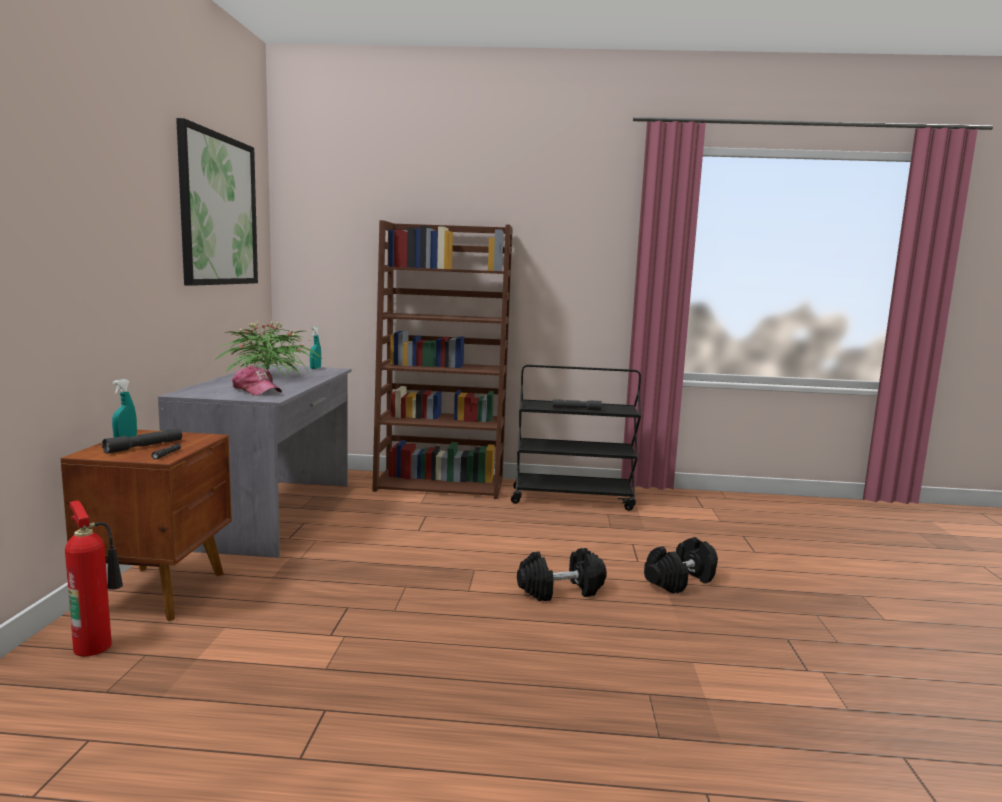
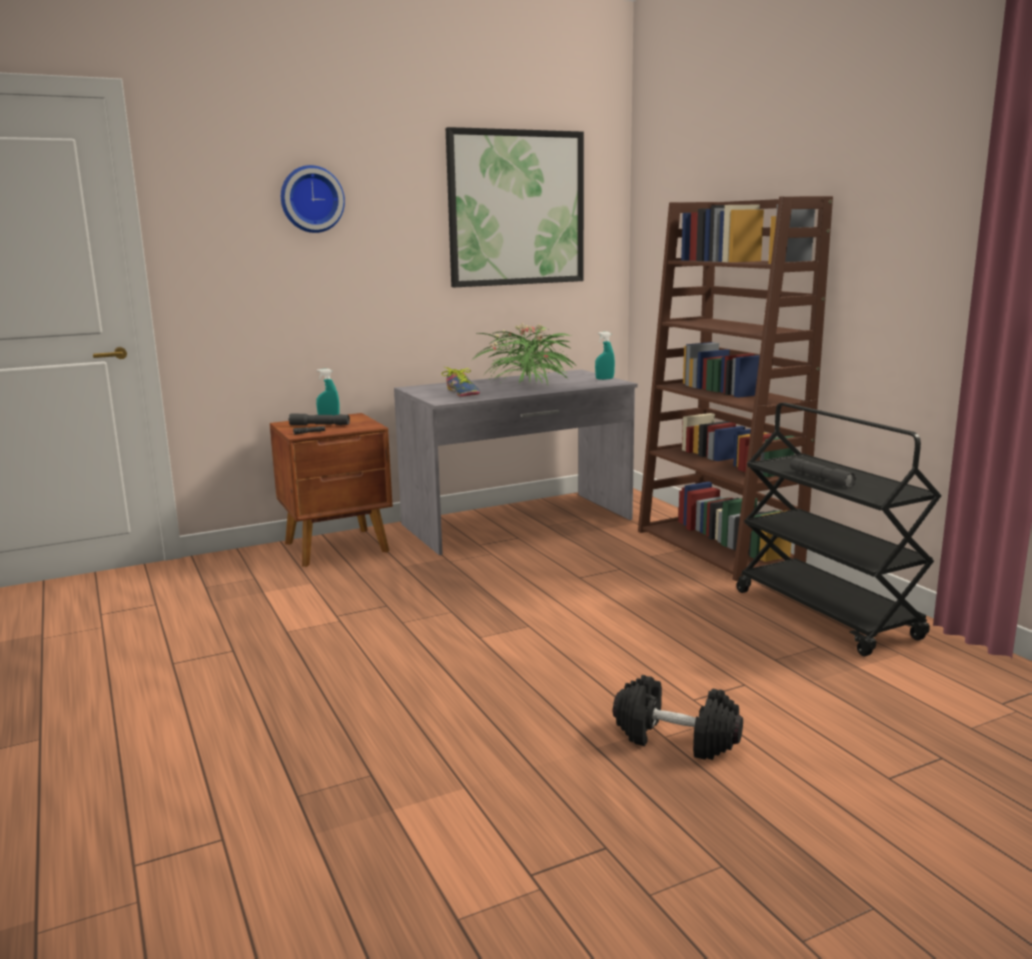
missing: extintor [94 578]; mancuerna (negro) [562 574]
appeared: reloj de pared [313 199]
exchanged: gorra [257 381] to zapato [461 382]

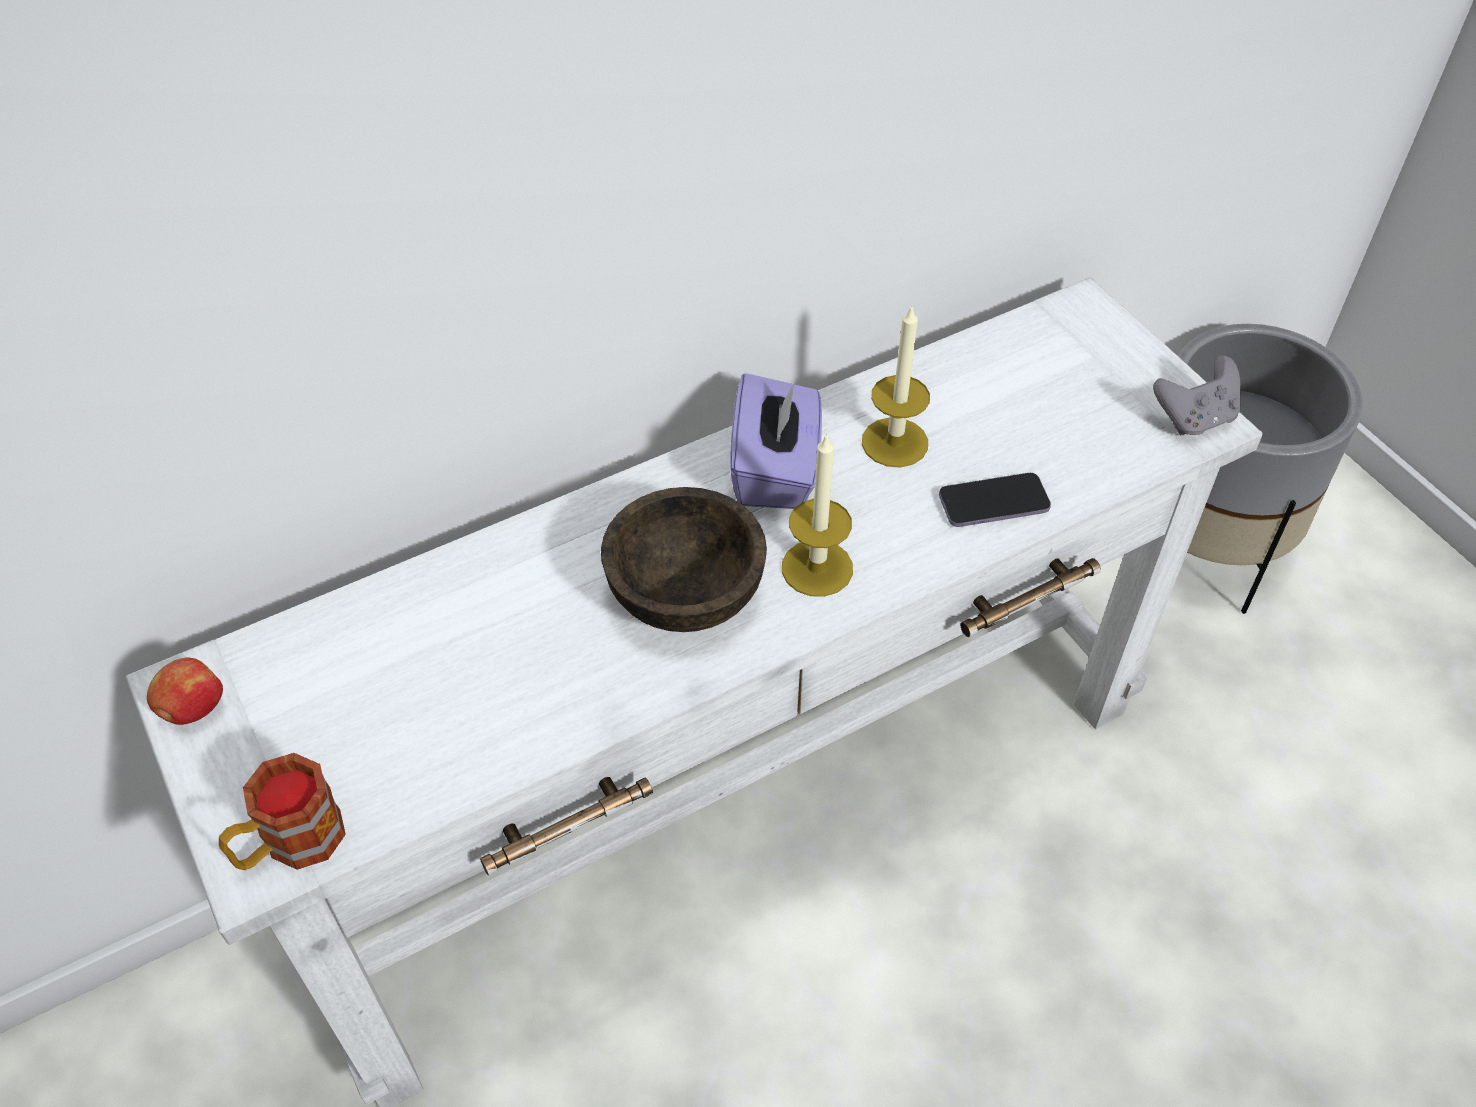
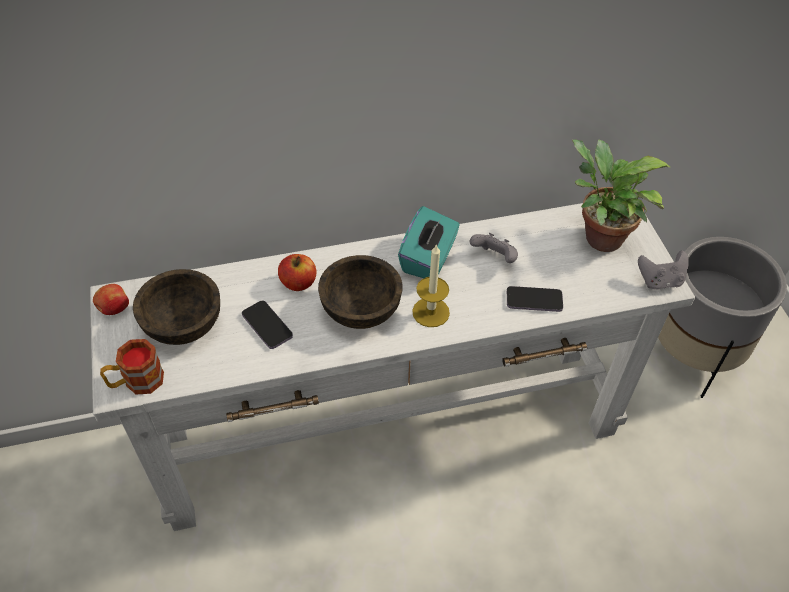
appeared: planta en maceta [621 195]; manzana [297 272]; cuenco (marrón) [176 307]; móvil [267 325]
exchanged: vela [896 386] to mando de consola (gris) [494 248]
colour: caja de pañuelos (morado) [776 441] to caja de pañuelos (turquesa) [428 242]

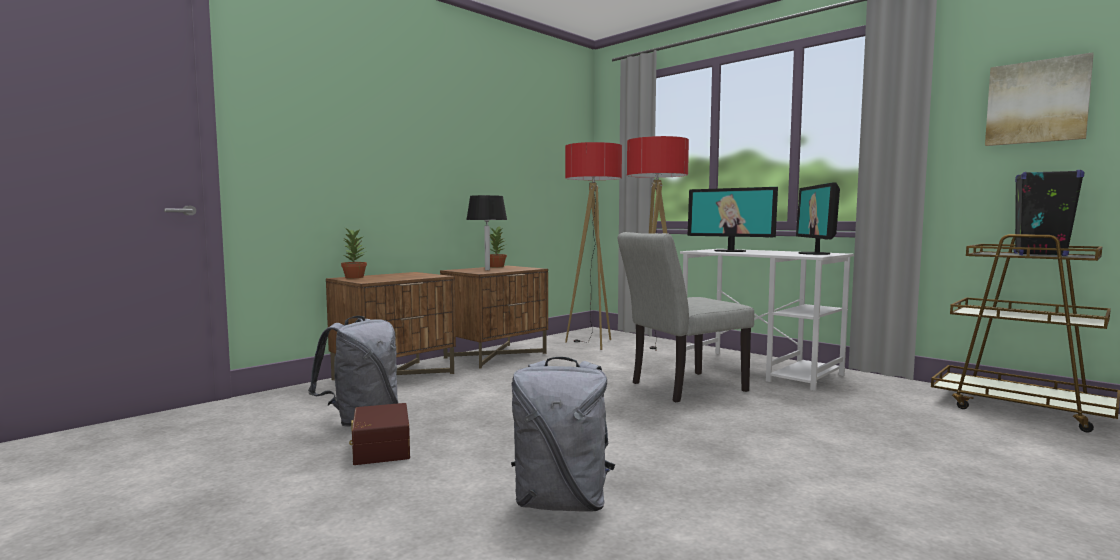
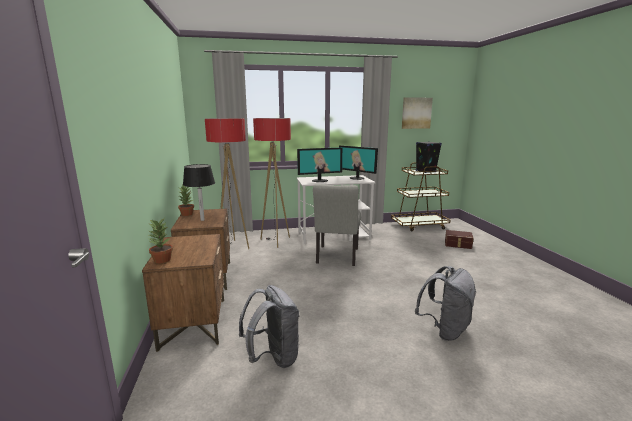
relocated: caja de almacenaje (marrón) [379 434] to [459 239]

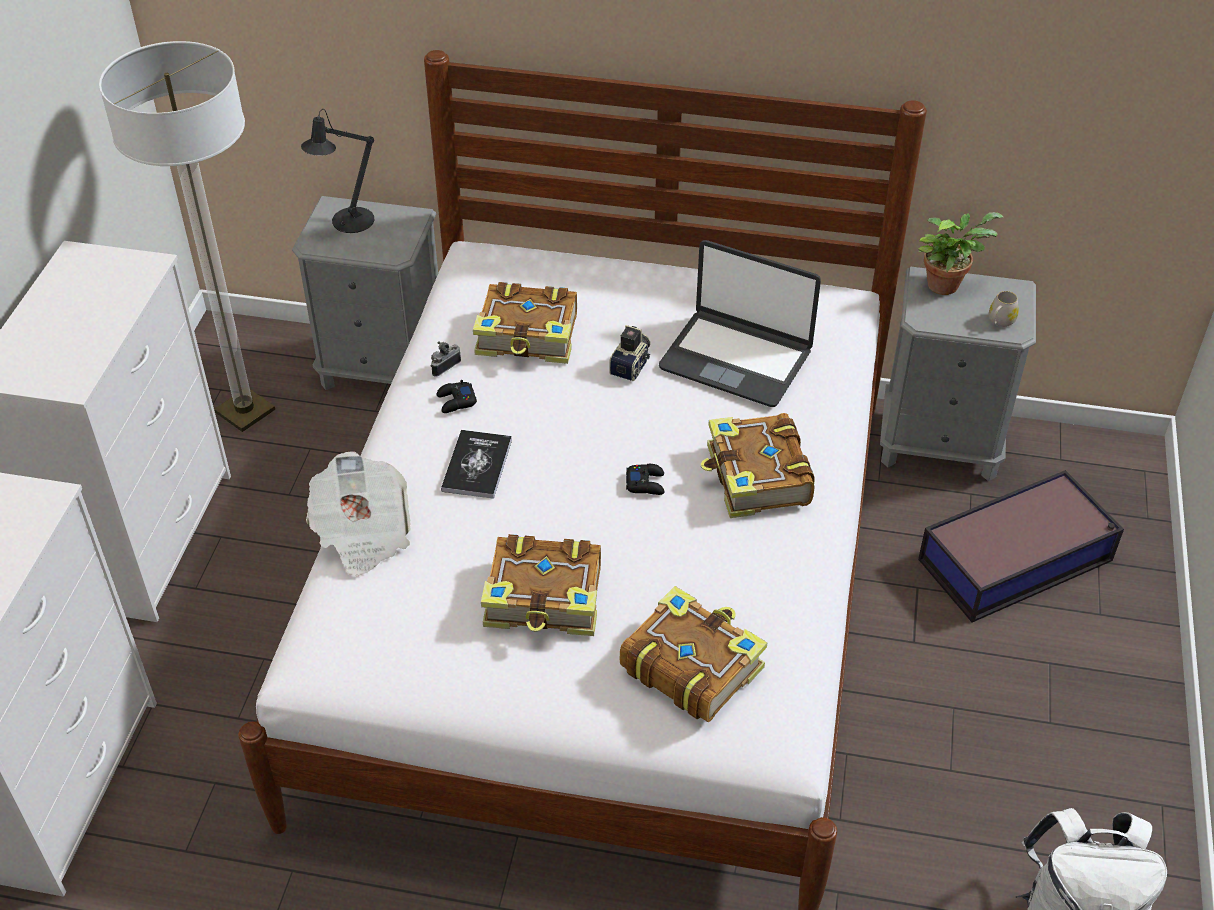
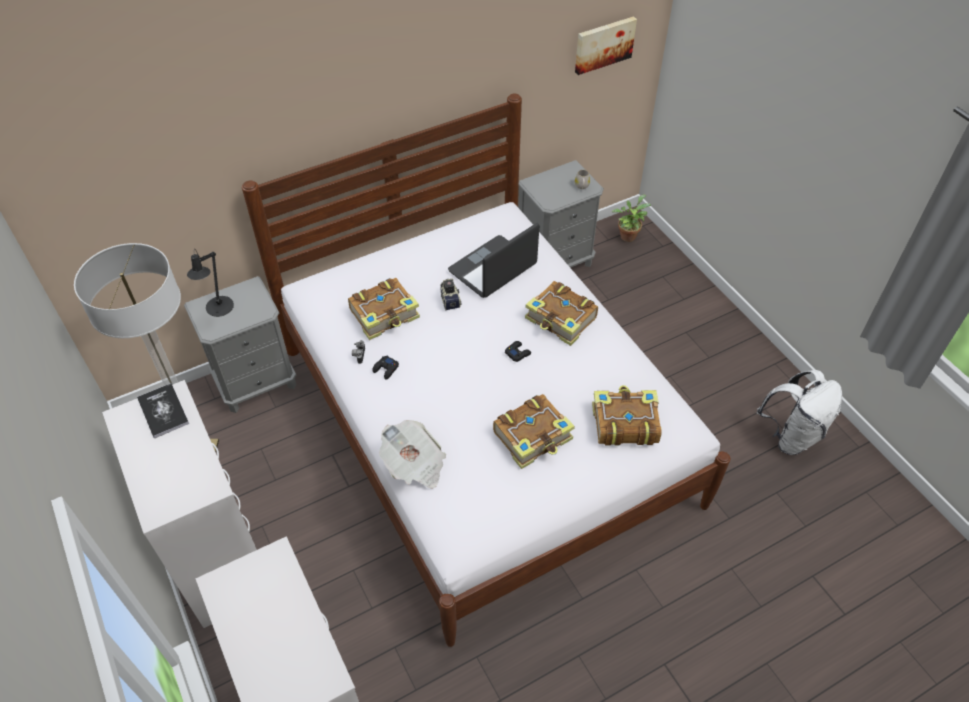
missing: caja de almacenaje [1021 546]
appeared: cuadro [606 45]
relocated: planta en maceta [960 253] to [631 218]; libro [476 464] to [163 411]
spun: portátil [740 323] = [493 260] 150 degrees clockwise

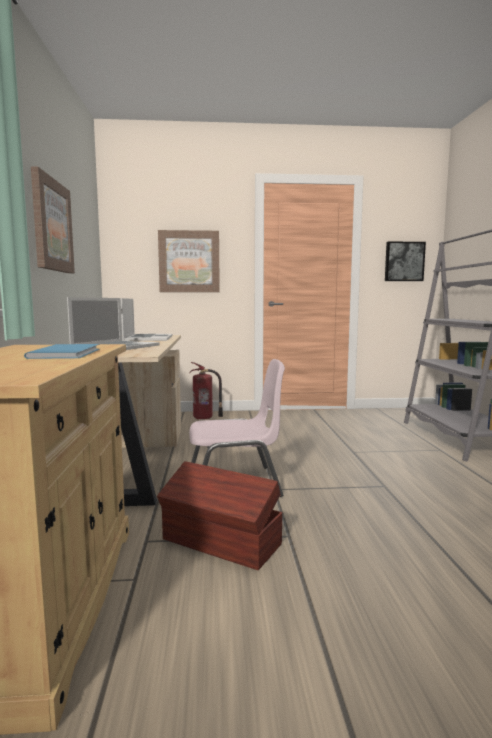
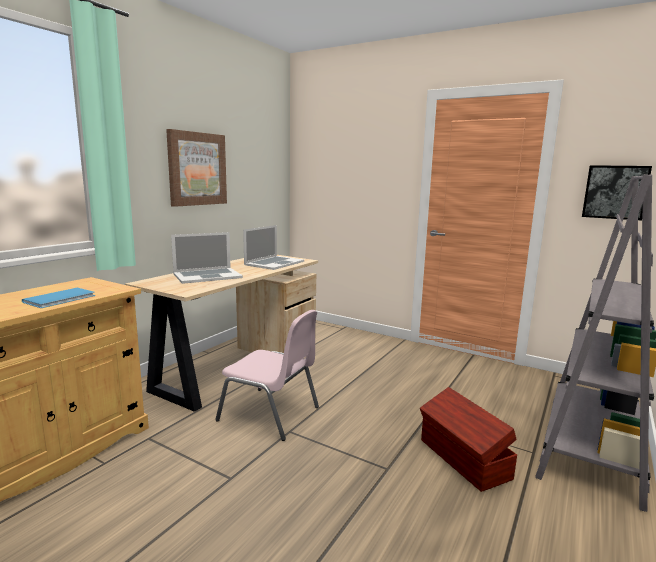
missing: cuadro [189 261]; extintor [206 390]
relocated: caja de almacenaje (marrón) [220 515] to [468 439]

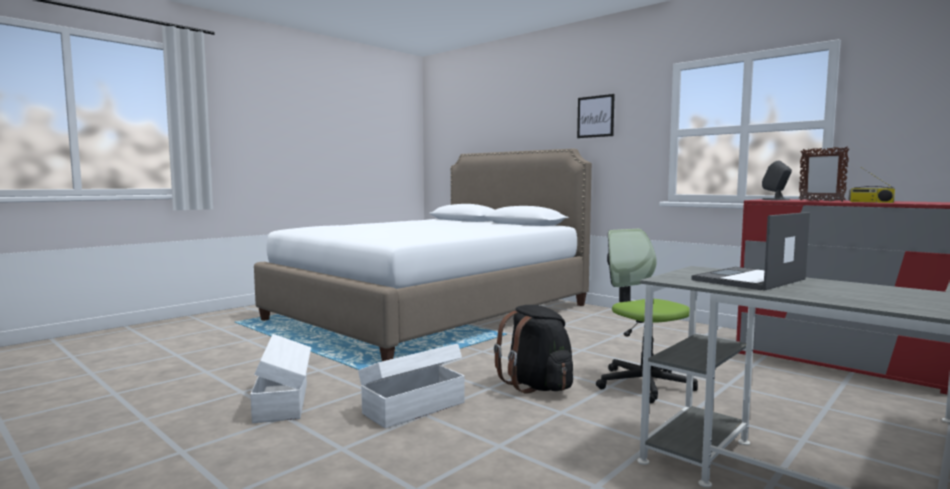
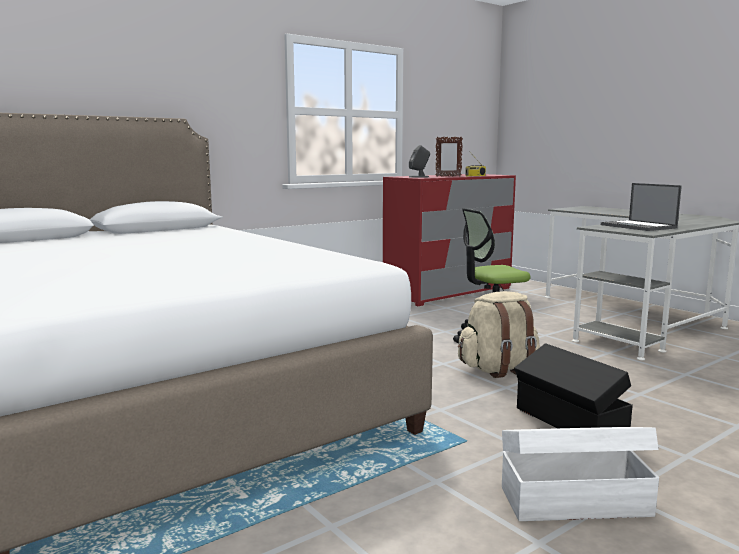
missing: cuadro [596 116]
colour: mochila (negro) [533 349] to mochila (beis) [499 334]; caja de almacenaje (blanco) [411 386] to caja de almacenaje (negro) [573 385]

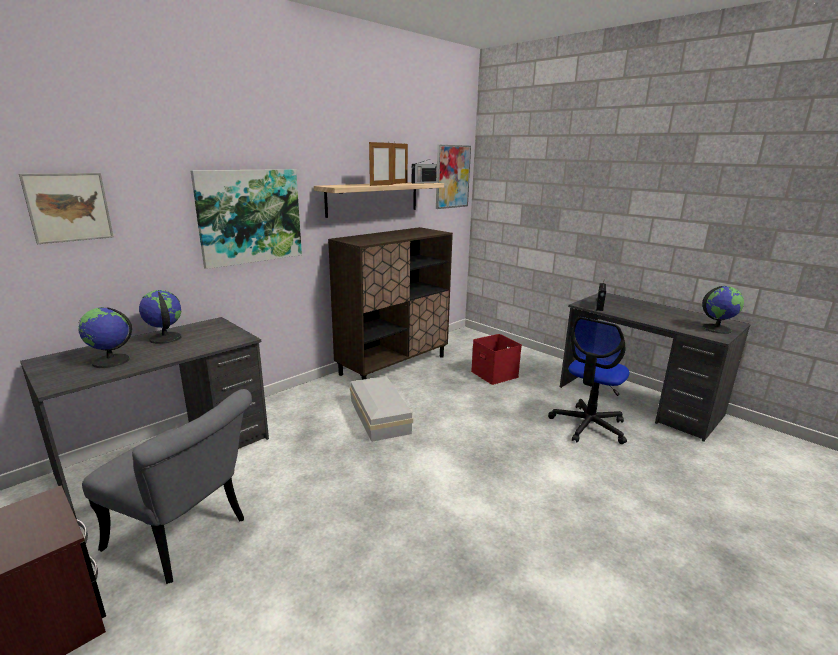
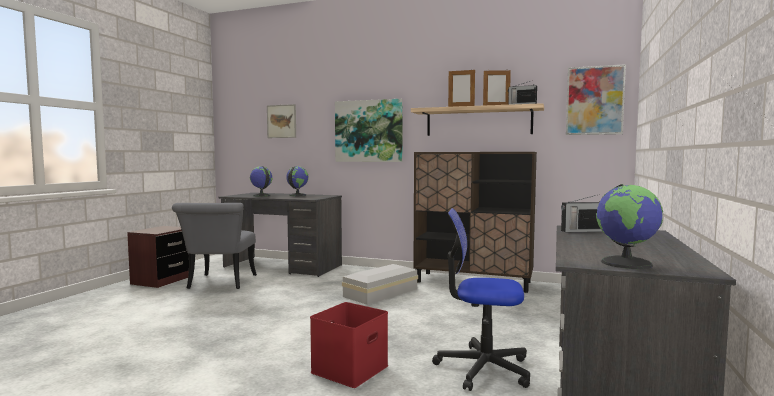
relocated: caja de almacenaje (rojo) [496 359] to [349 345]

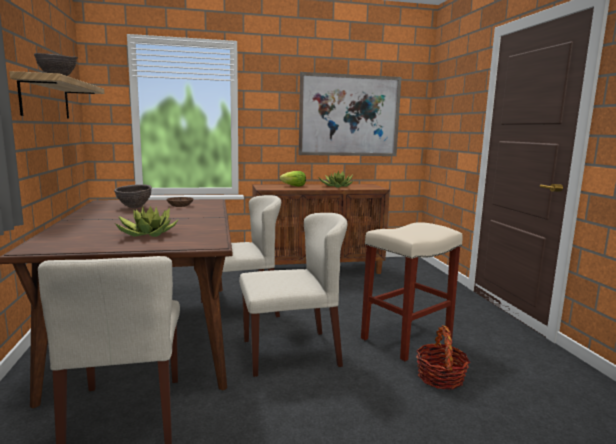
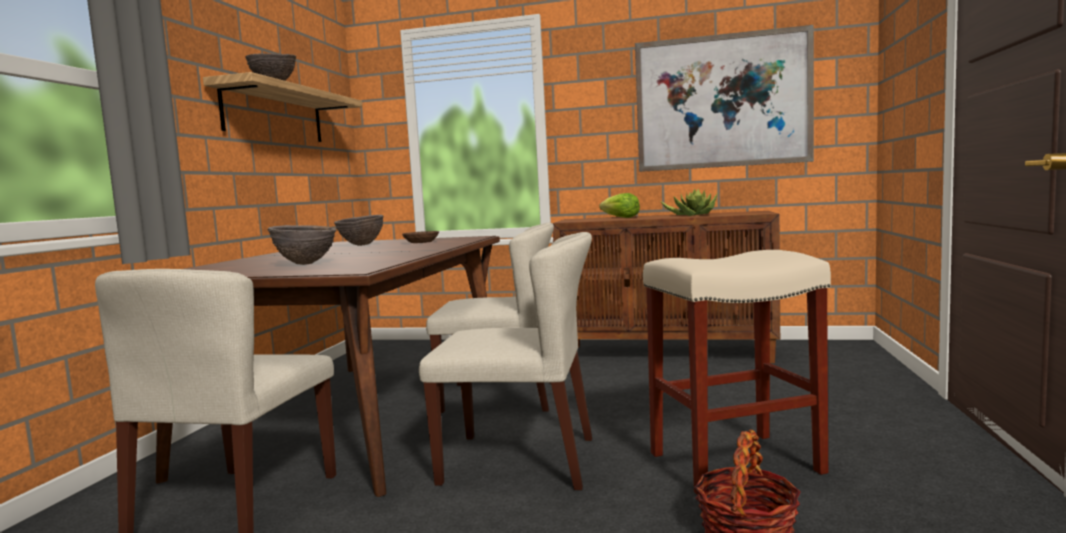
exchanged: planta en maceta [147 221] to cuenco (marrón) [302 245]

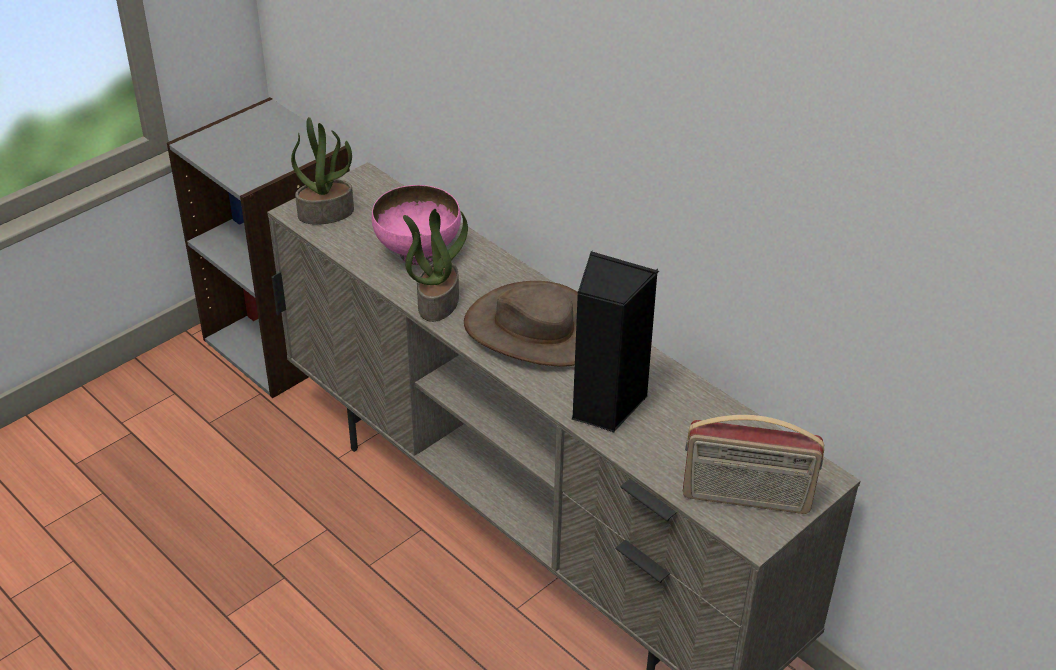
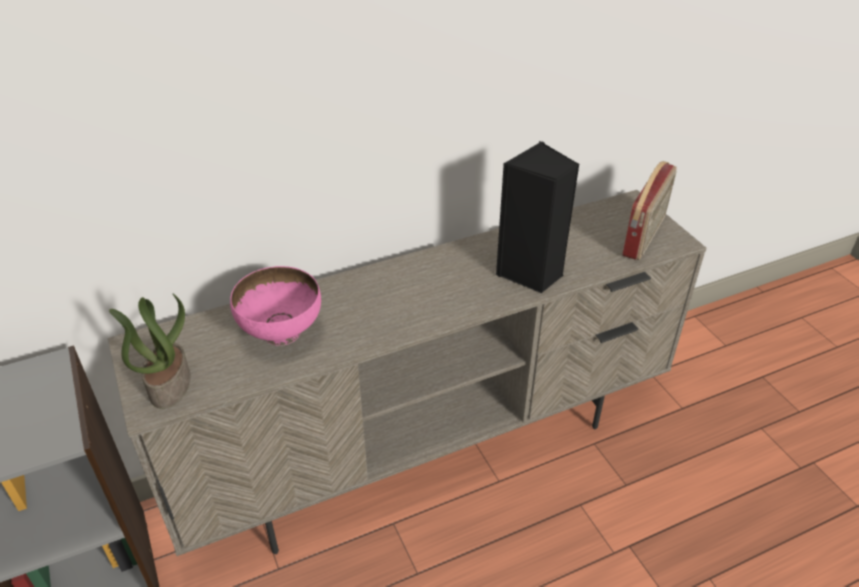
missing: planta en maceta [435 265]; sombrero (marrón) [521 324]

